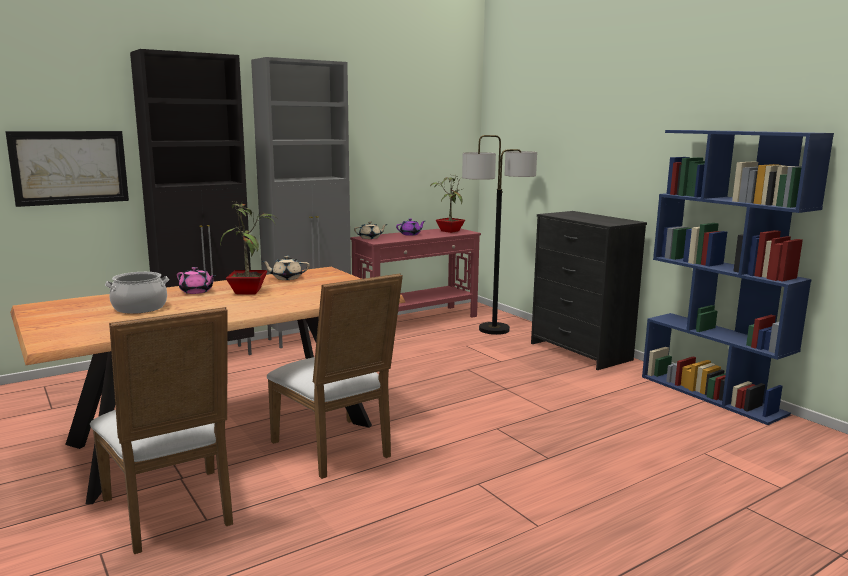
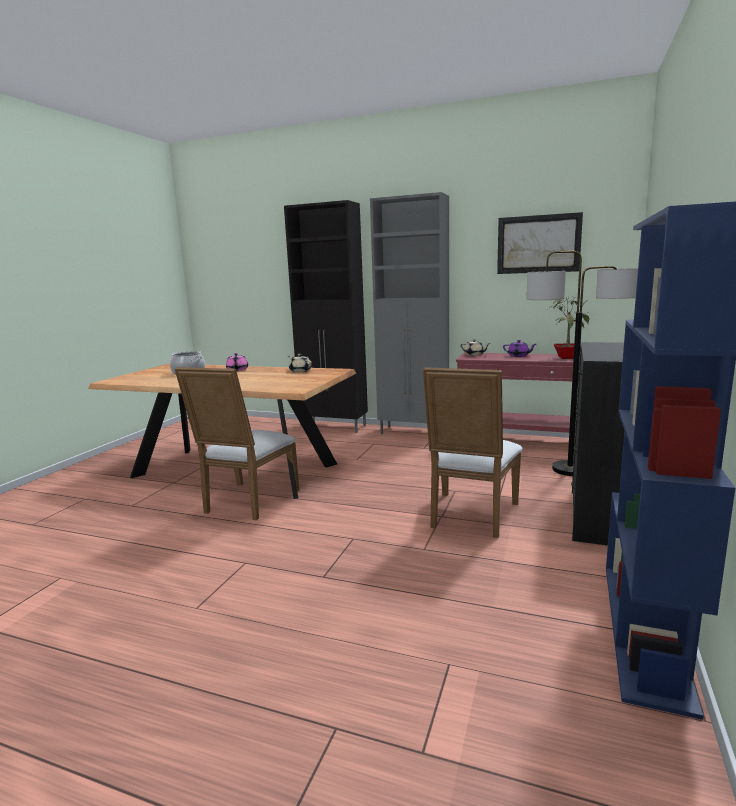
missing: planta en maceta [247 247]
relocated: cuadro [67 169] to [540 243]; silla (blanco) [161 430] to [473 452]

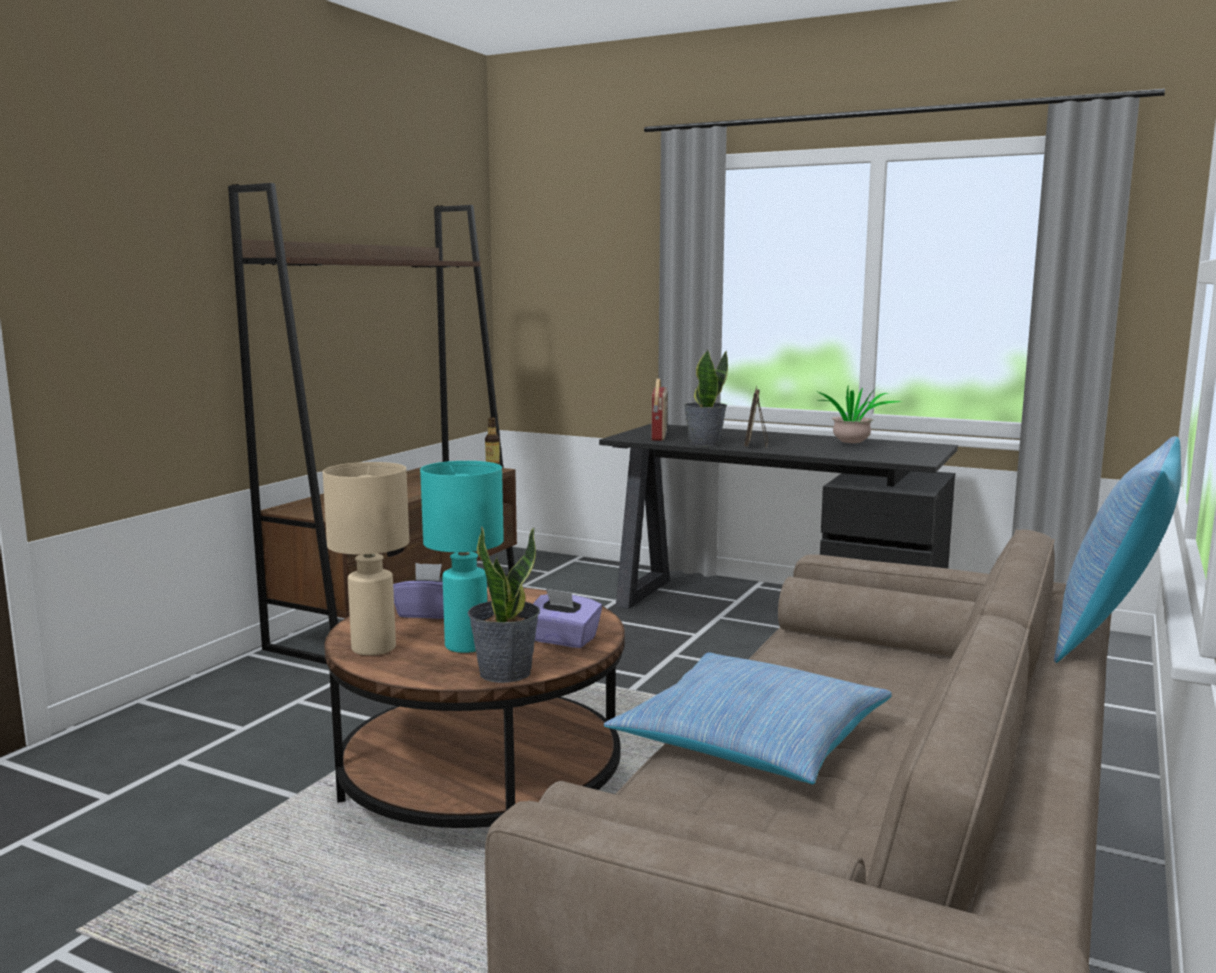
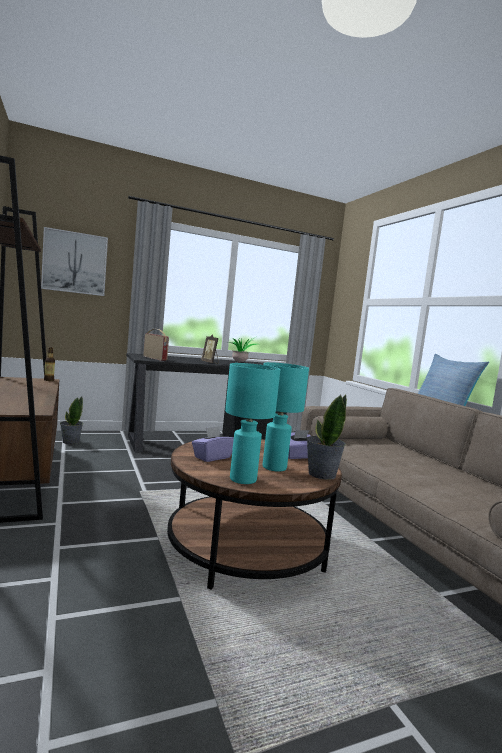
missing: cojín [748 718]
appeared: cuadro [74 261]
relocated: planta en maceta [706 397] to [71 420]
colour: lámpara de mesa (beis) [366 559] to lámpara de mesa (turquesa) [253 423]

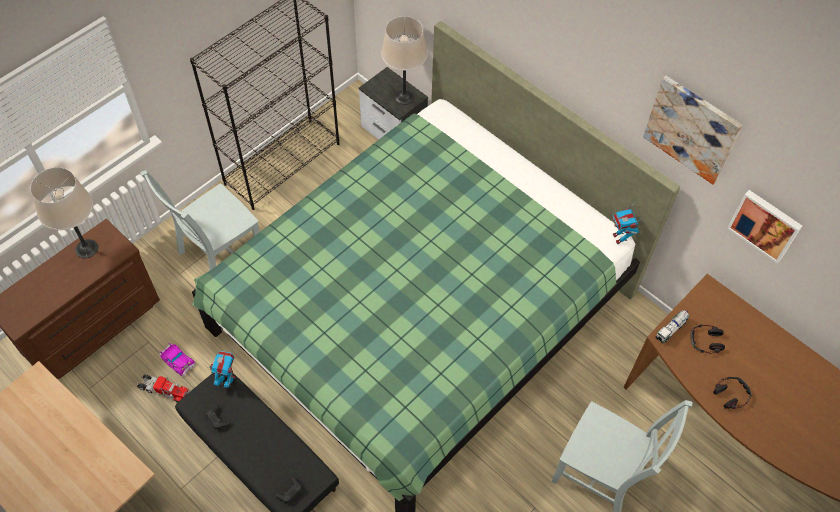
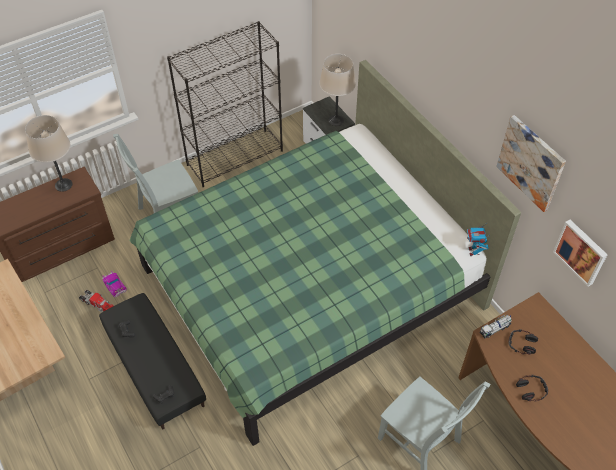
missing: robot de juguete [221 369]

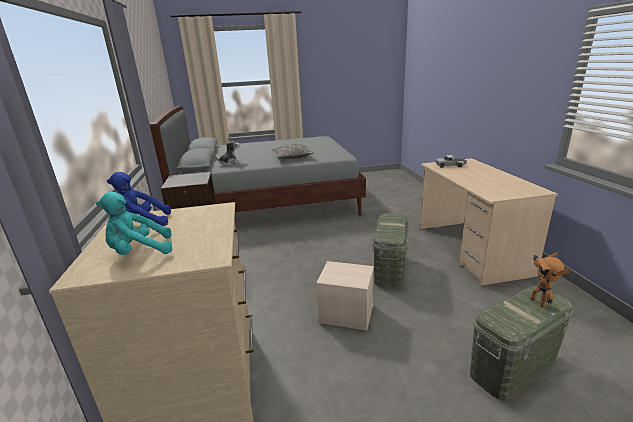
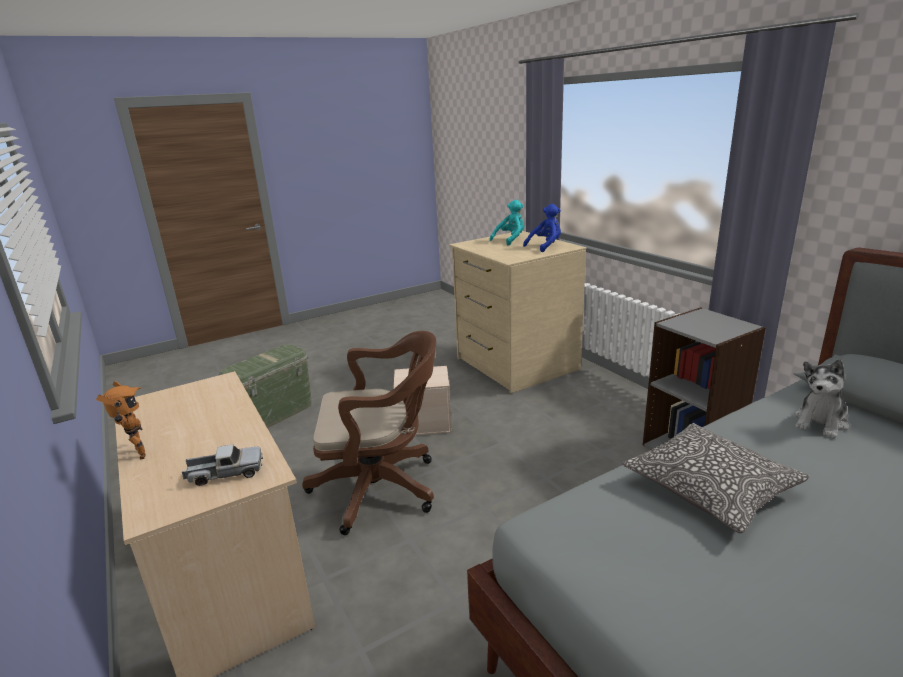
relocated: robot de juguete [550 279] to [121 420]
exchanged: caja de almacenaje (verde) [390 250] to silla de oficina (marrón) [369 433]

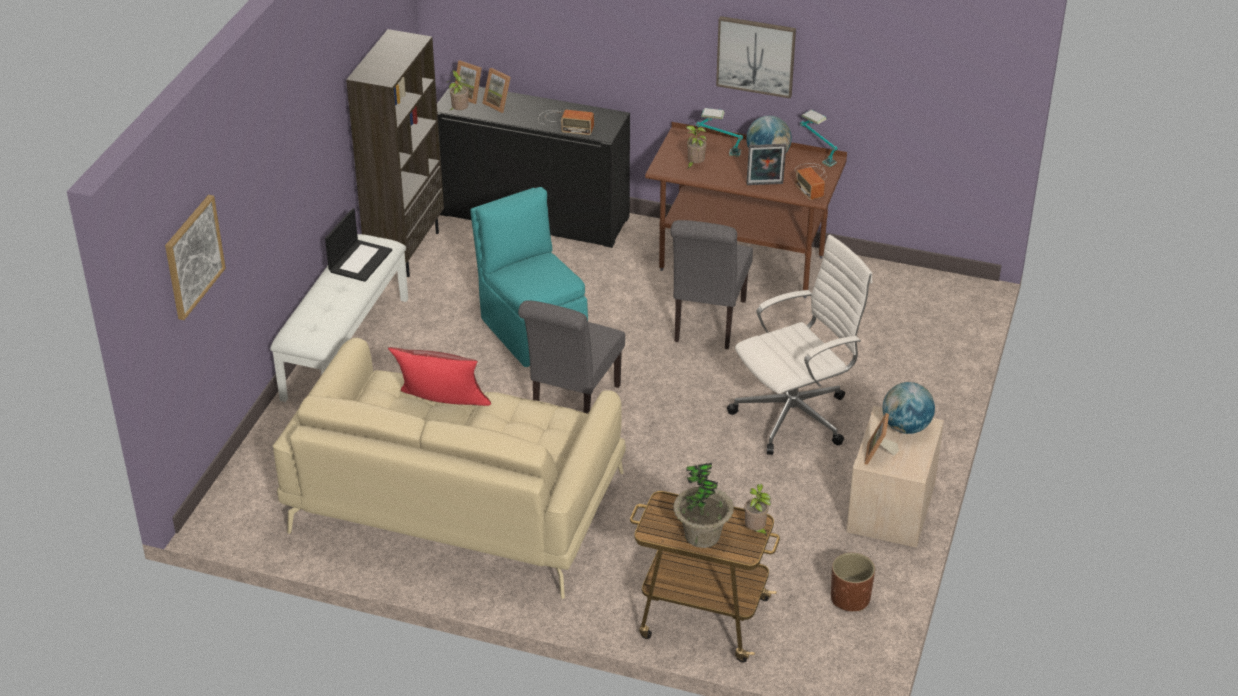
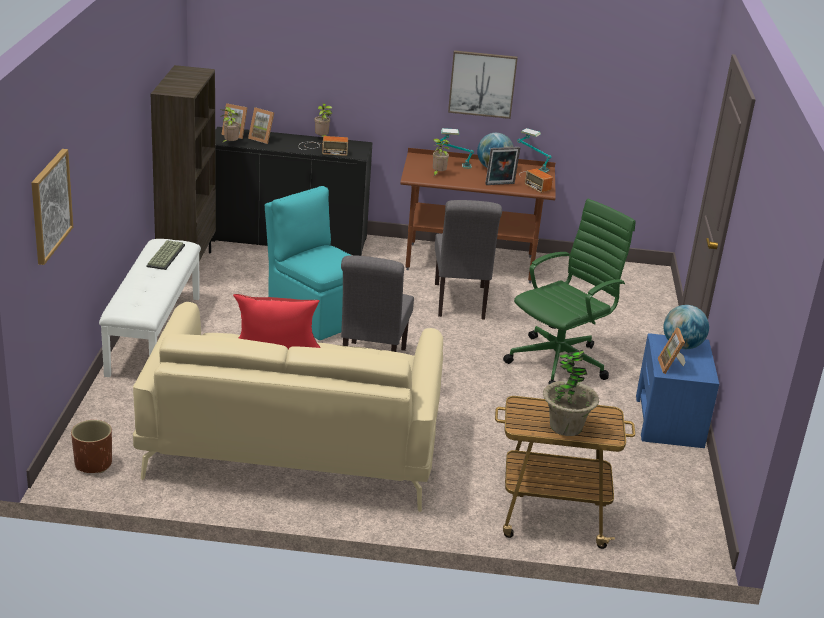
relocated: planta en maceta [757 510] to [323 120]; maceta (marrón) [853 582] to [91 446]
exchanged: portátil [358 245] to teclado [165 255]
colour: silla de oficina (blanco) [800 345] to silla de oficina (verde) [569 291]; mesita de noche (beis) [895 477] to mesita de noche (azul) [677 390]

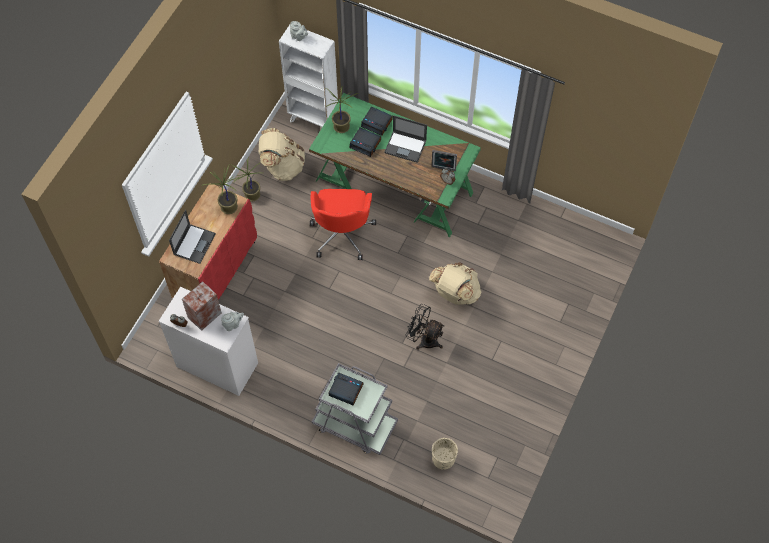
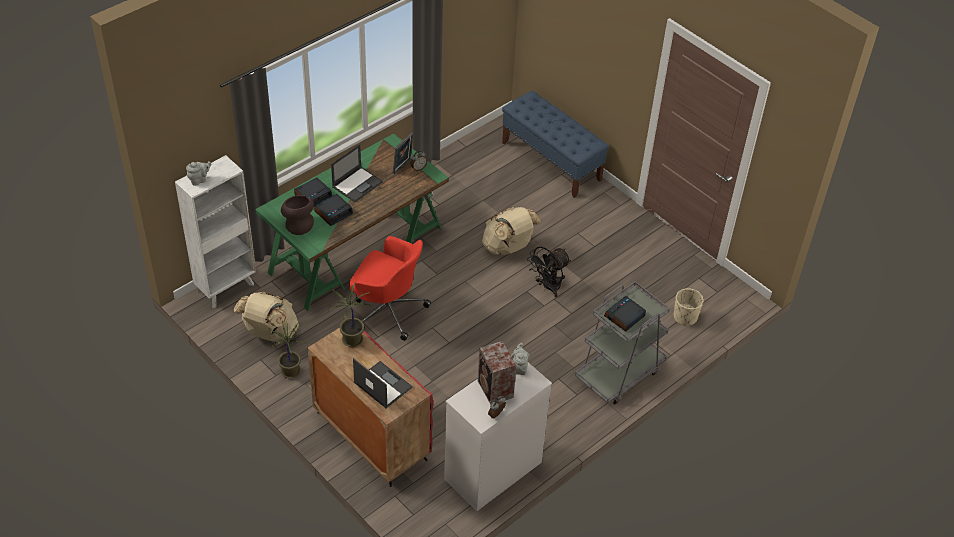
appeared: banco (azul) [555 144]
exchanged: planta en maceta [342 110] to florero (marrón) [297 215]

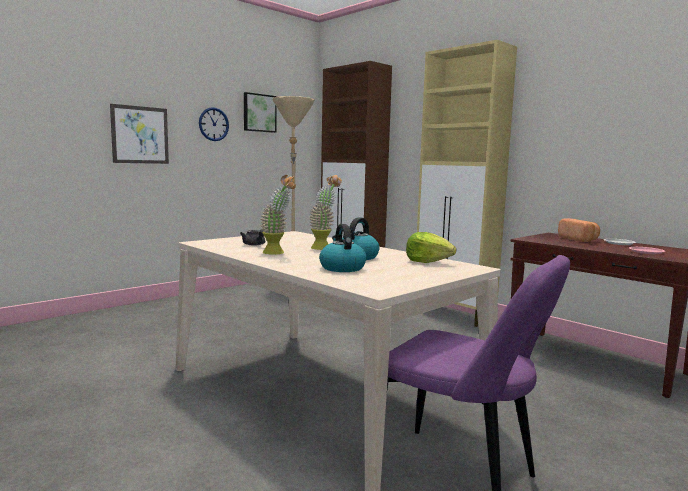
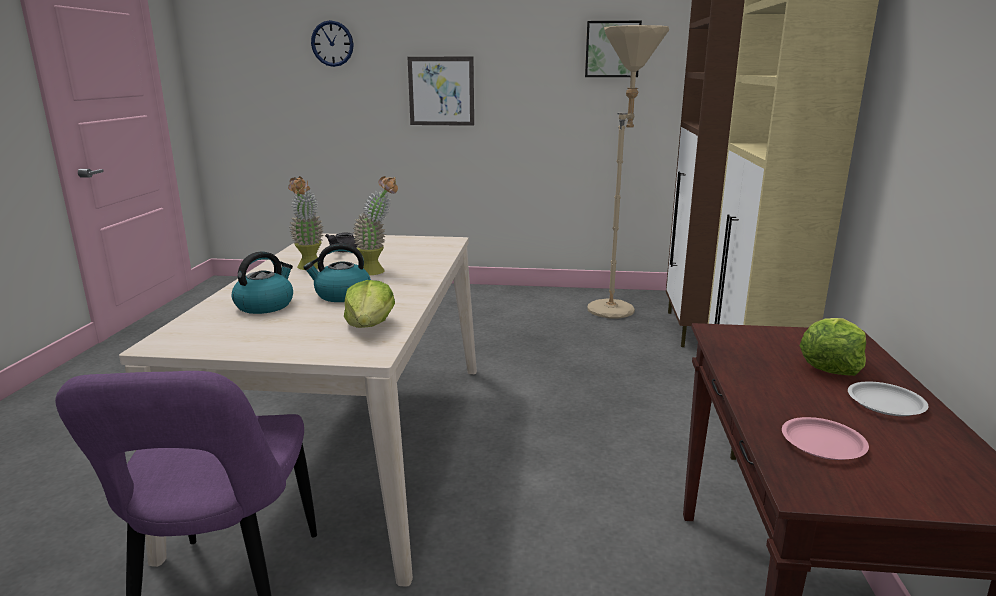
relocated: reloj de pared [214 124] to [332 43]
exchanged: pan [579 230] to lechuga [832 347]

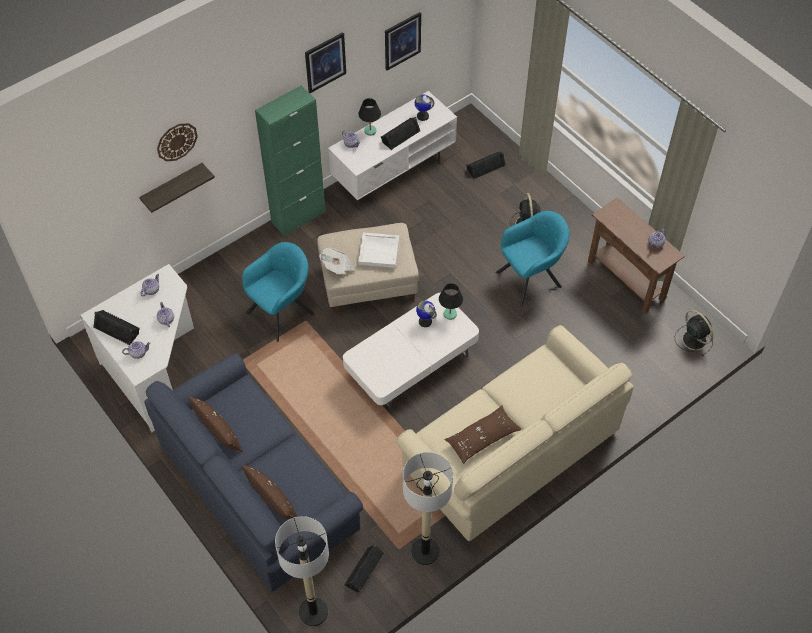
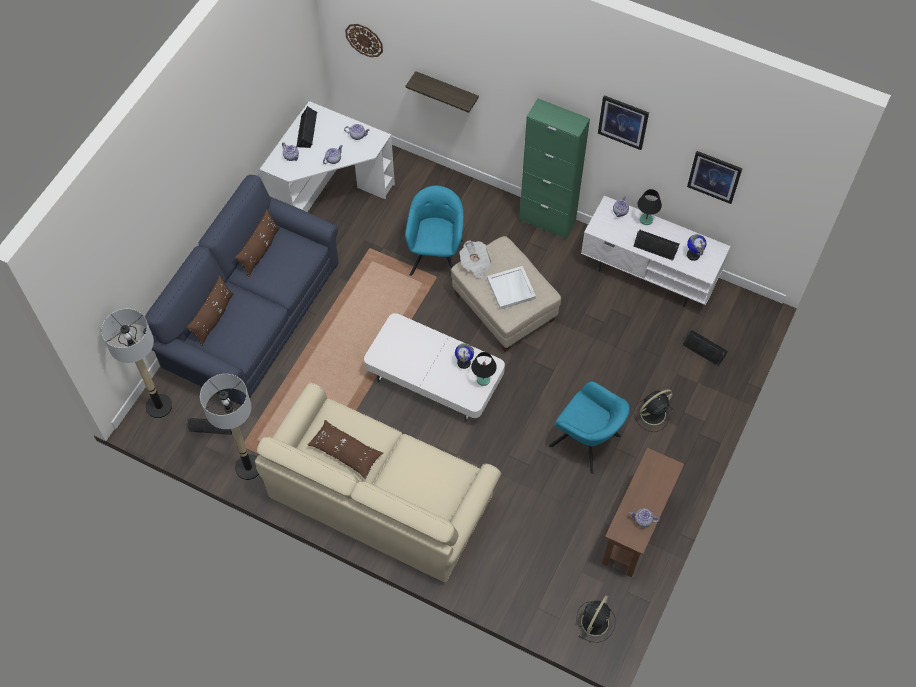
relocated: reloj de pared [177 142] to [364 40]
spun: sillón (turquesa) [278 292] = [434 230] 105 degrees counterclockwise

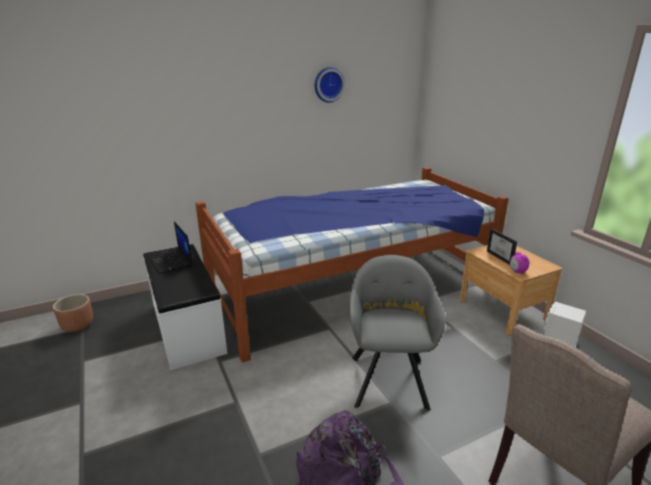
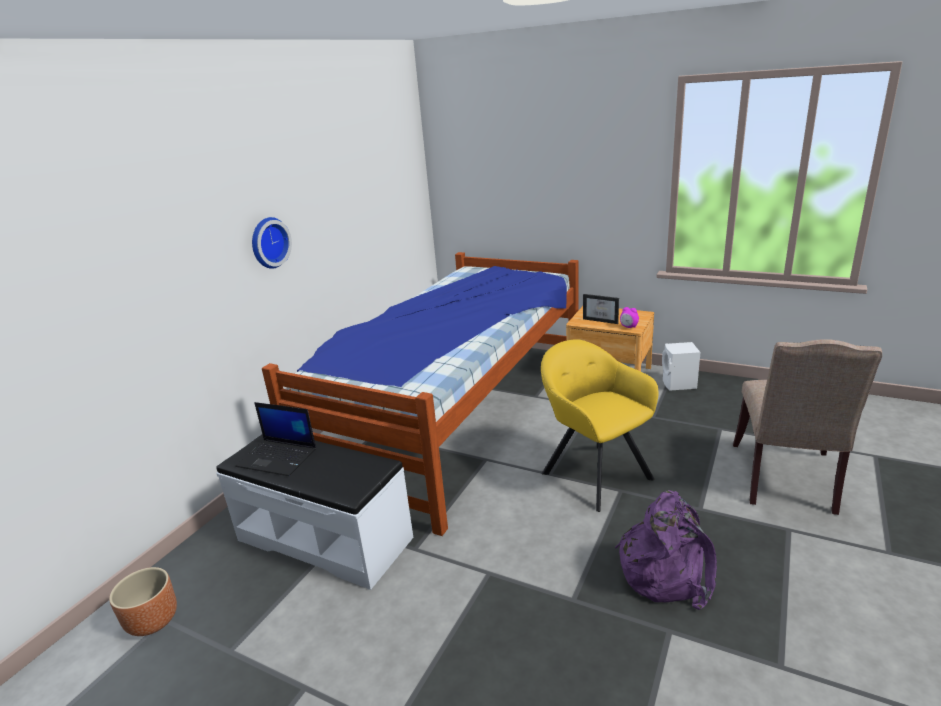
relocated: reloj de pared [330 85] to [272 243]
colour: sillón (gris) [397 332] to sillón (amarillo) [600 425]

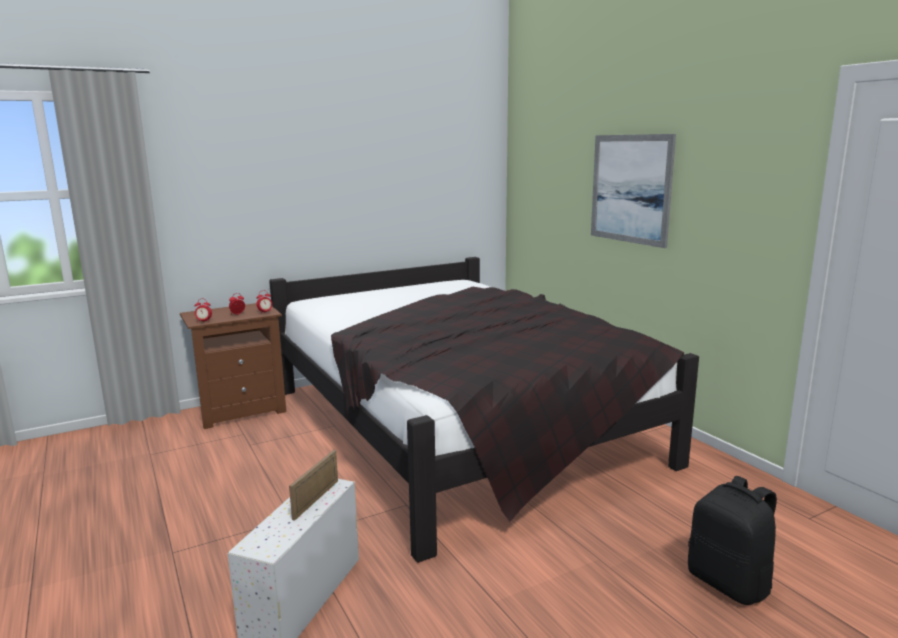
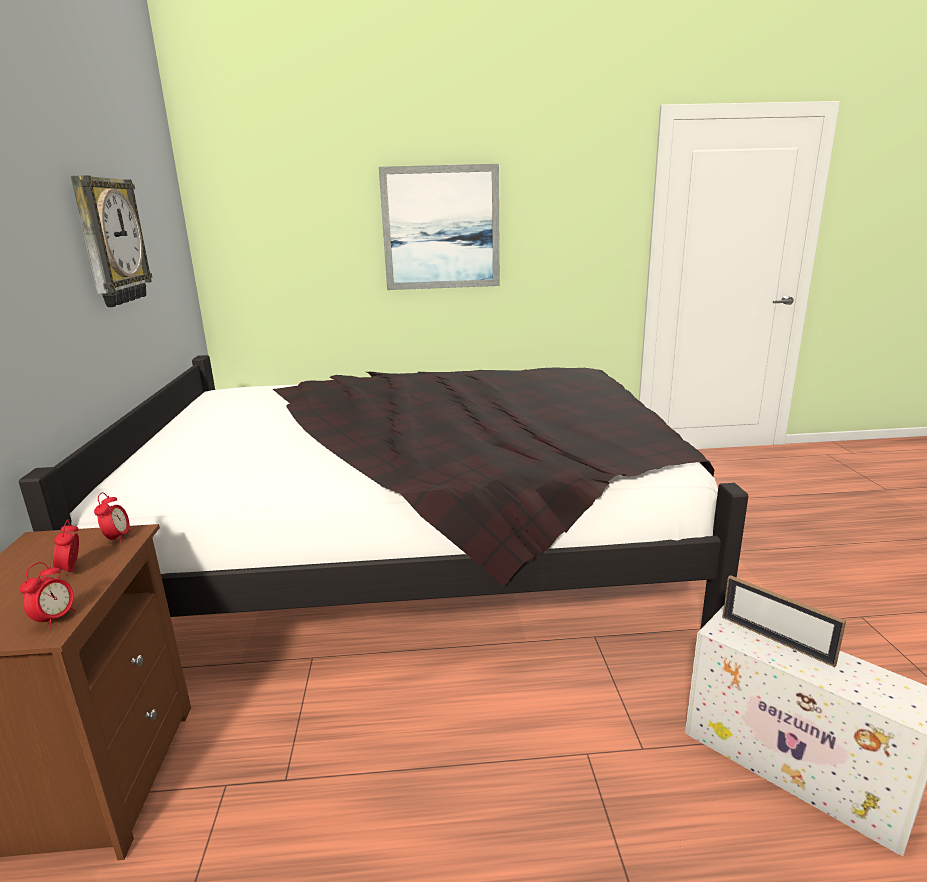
missing: mochila (negro) [732 540]
appeared: reloj de pared [112 241]

